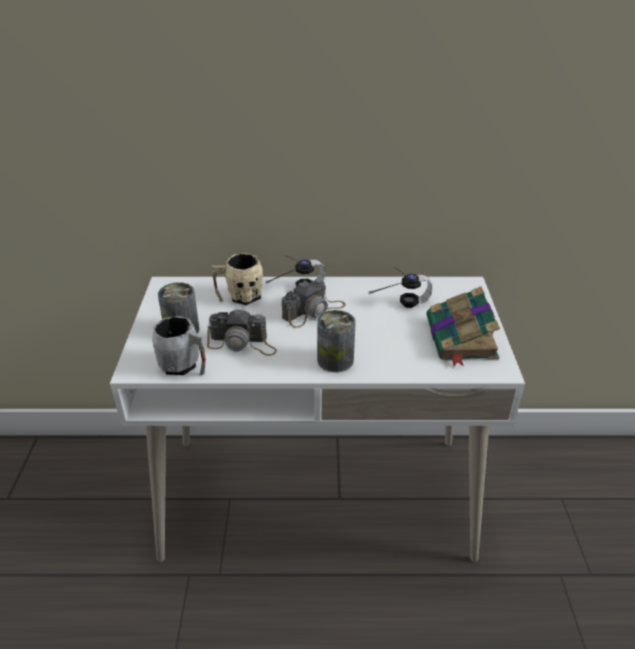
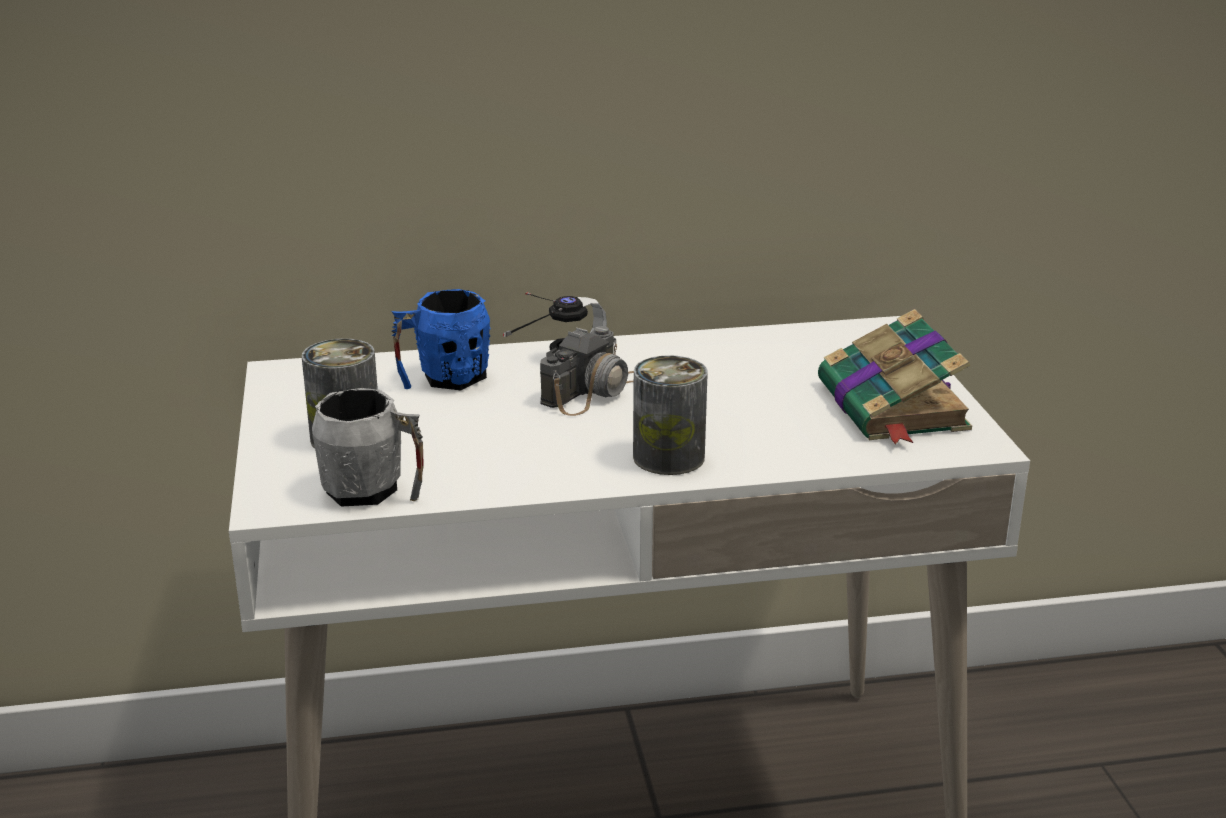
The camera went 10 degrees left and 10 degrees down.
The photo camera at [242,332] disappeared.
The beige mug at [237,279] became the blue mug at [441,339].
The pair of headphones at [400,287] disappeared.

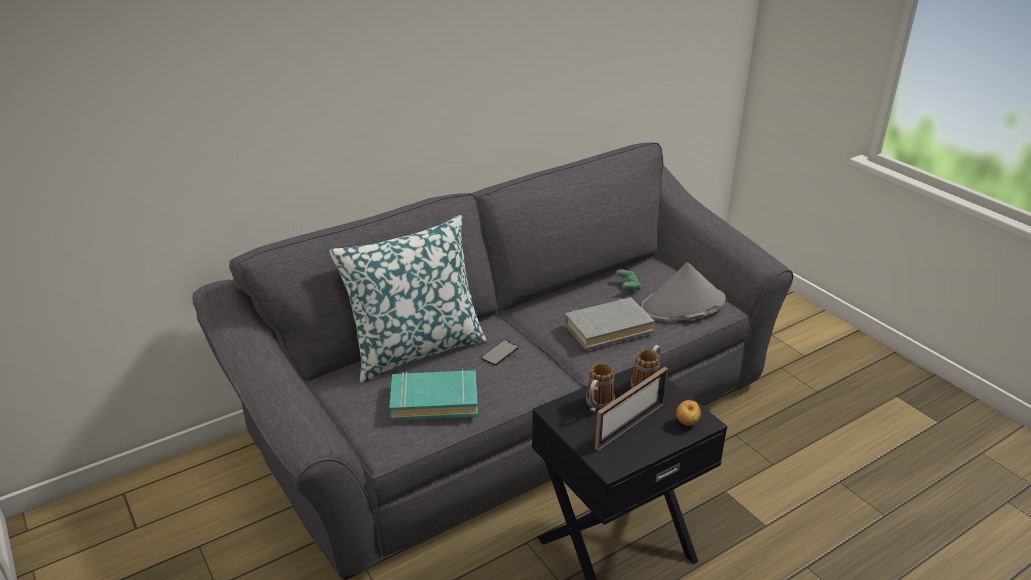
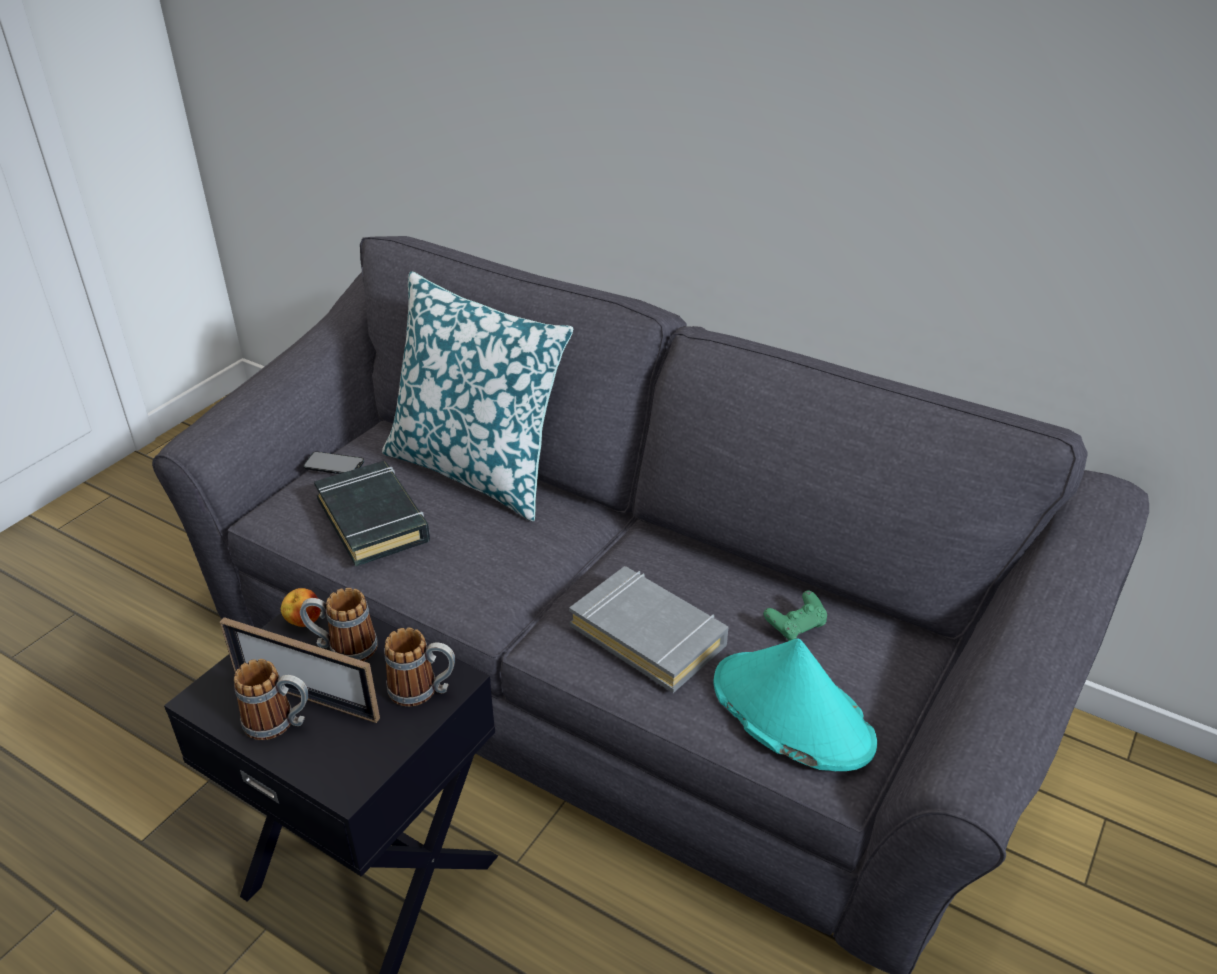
The camera went 65 degrees right and 5 degrees up.
The turquoise bound book at [433,395] became the black-coloured bound book at [372,513].
The telephone moved from [500,352] to [333,462].
The gray wearable hat at [683,292] became the turquoise wearable hat at [795,704].
The apple fruit moved from [688,413] to [300,607].
The mug at [271,699] appeared.

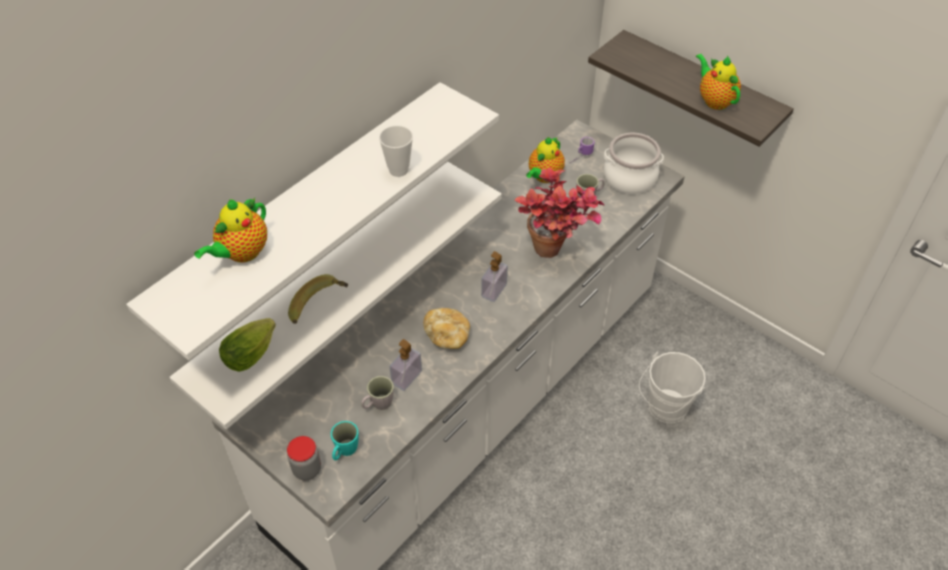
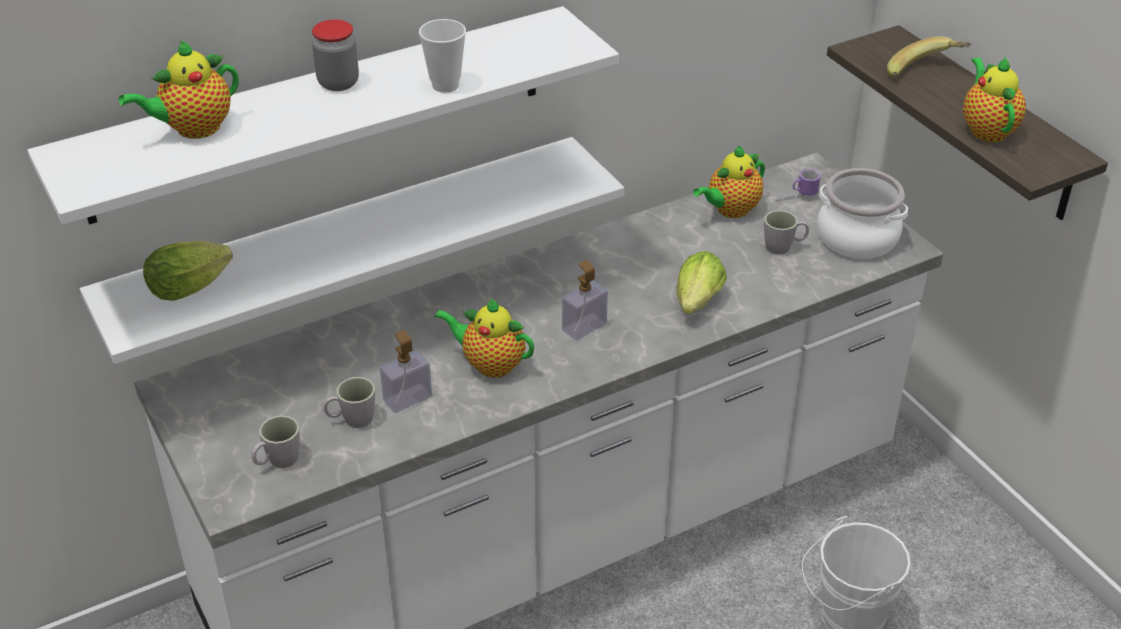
The camera went 20 degrees right and 10 degrees down.
The jar moved from [304,458] to [335,55].
The banana moved from [318,299] to [929,57].
The turquoise mug at [345,440] became the gray mug at [276,441].
The baked bread at [446,328] was replaced by the tea pot at [484,338].
The plant in a pot at [559,212] was replaced by the lettuce head at [701,282].

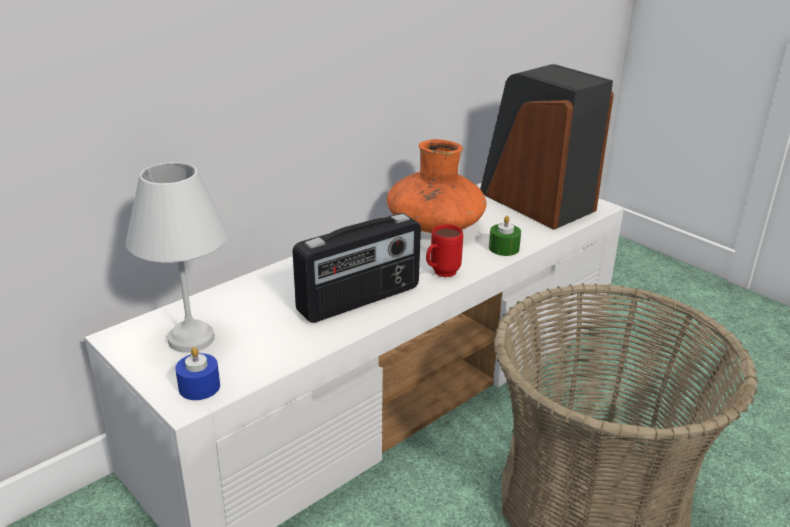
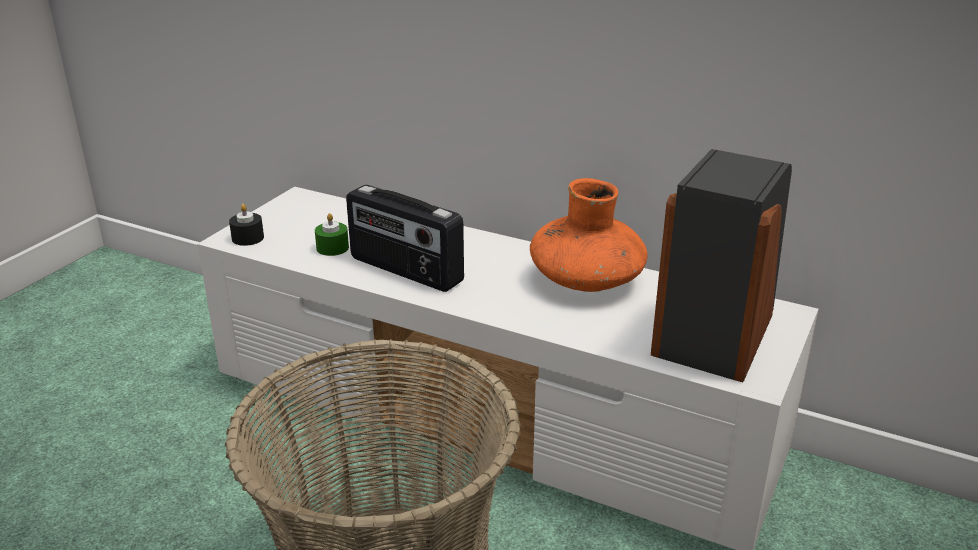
The camera went 70 degrees right and 0 degrees up.
The white-coloured lamp for a table at [177,257] disappeared.
The blue wax light at [197,373] became the black-coloured wax light at [246,225].
The red mug at [444,250] disappeared.
The green-coloured wax light moved from [505,235] to [332,234].

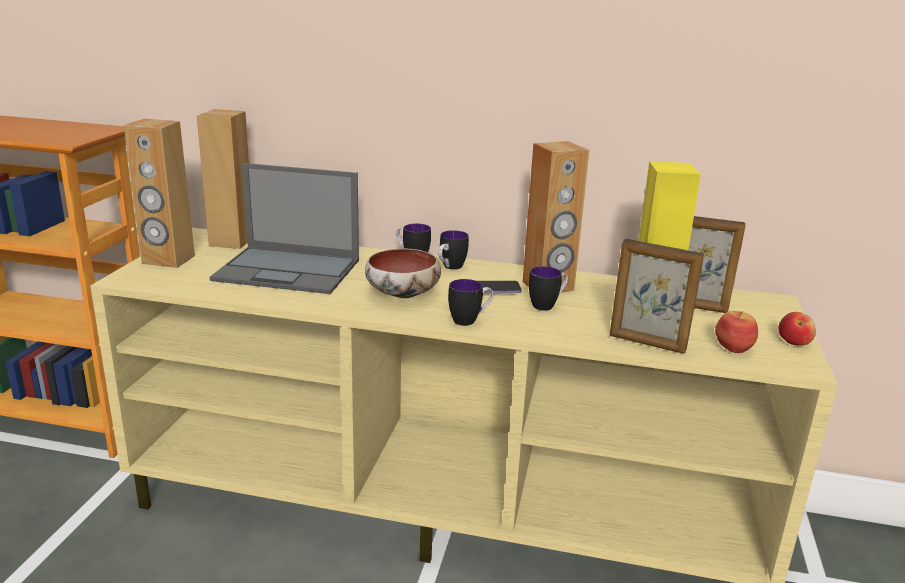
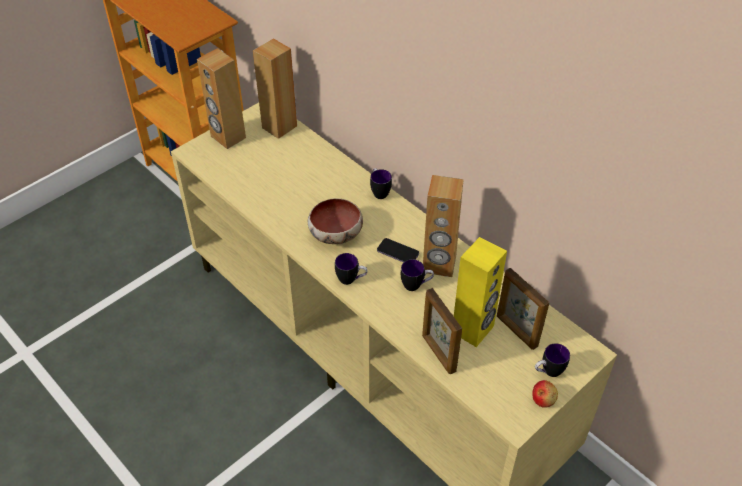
The camera went 35 degrees right and 25 degrees up.
The portable computer at [284,228] disappeared.
The mug moved from [453,250] to [552,360].
The apple fruit at [736,332] disappeared.

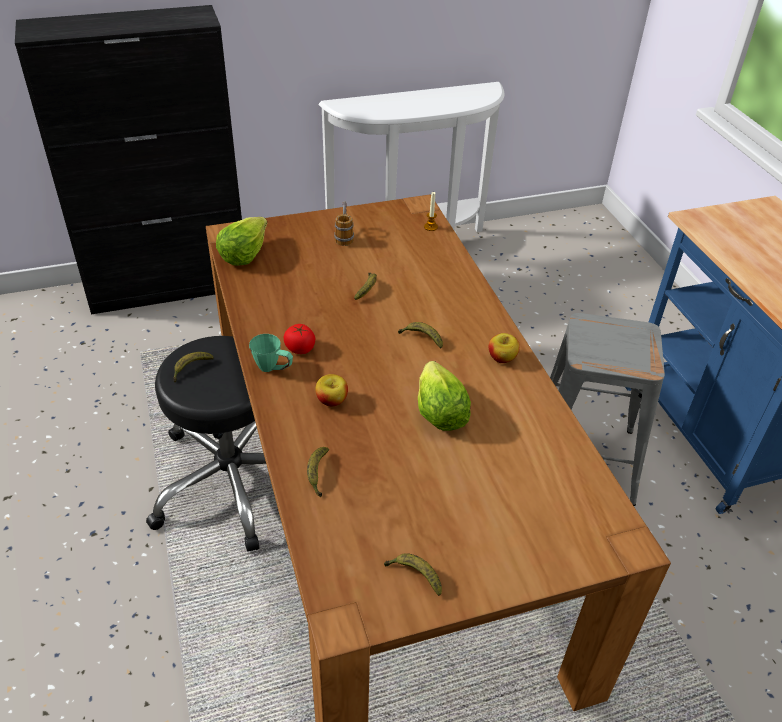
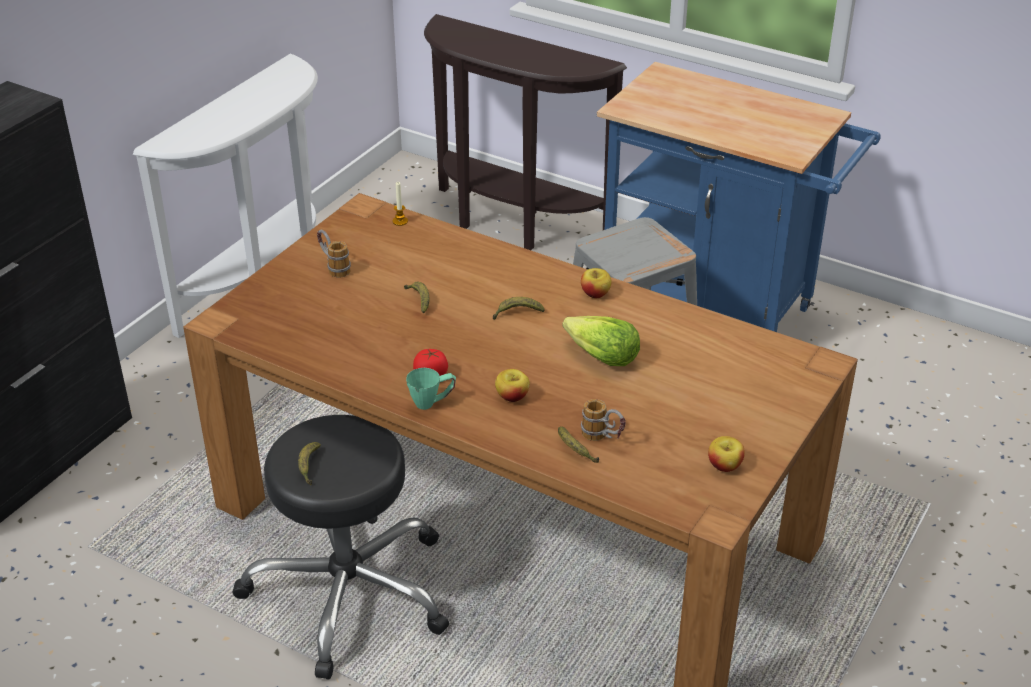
The camera went 40 degrees left and 5 degrees down.
The lettuce head at [241,241] disappeared.
The banana at [413,574] was replaced by the apple fruit at [726,454].
The brownish hall table at [525,132] appeared.
The mug at [603,420] appeared.

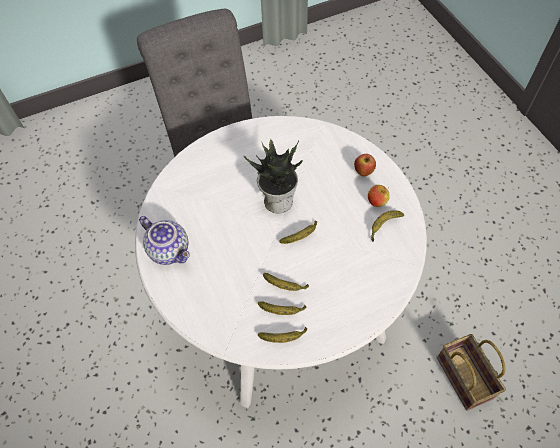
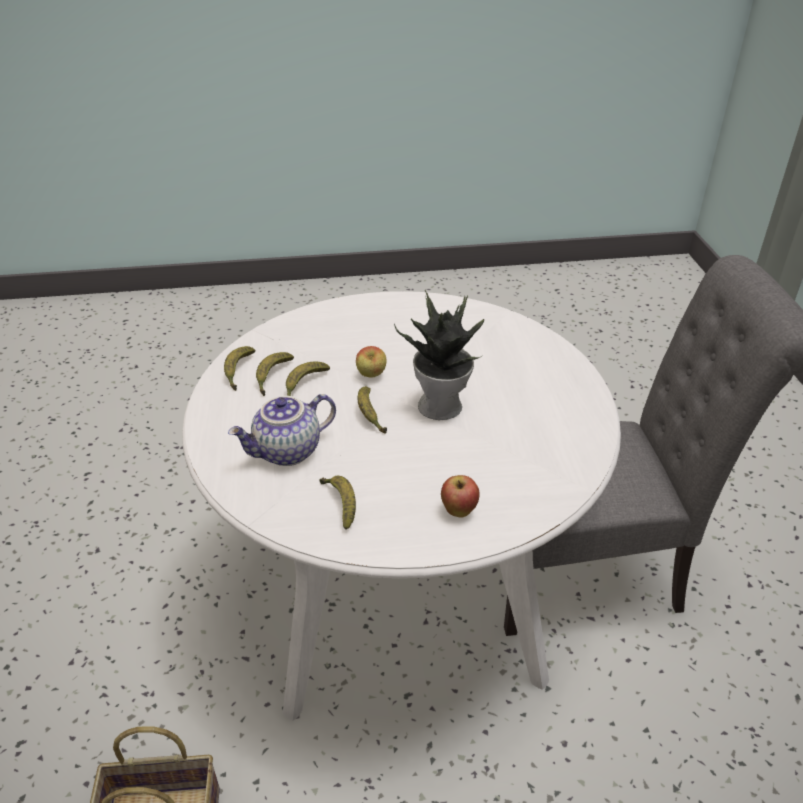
The camera went 105 degrees right and 20 degrees down.
The tea pot moved from [164,240] to [282,430].
The apple fruit moved from [379,196] to [371,362].

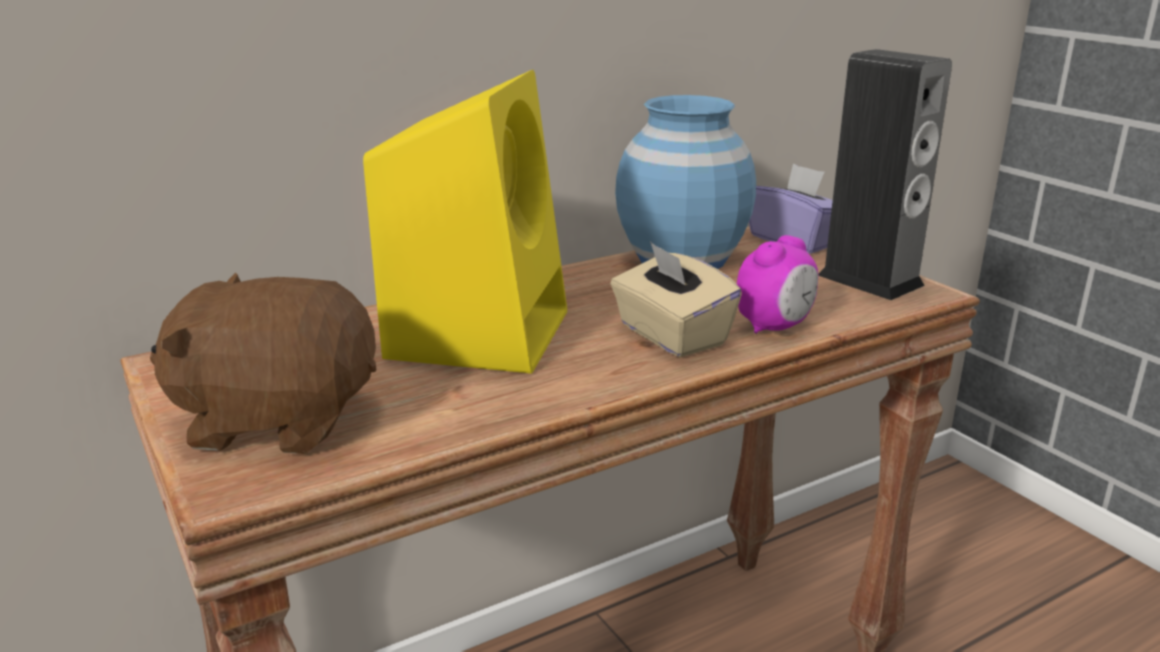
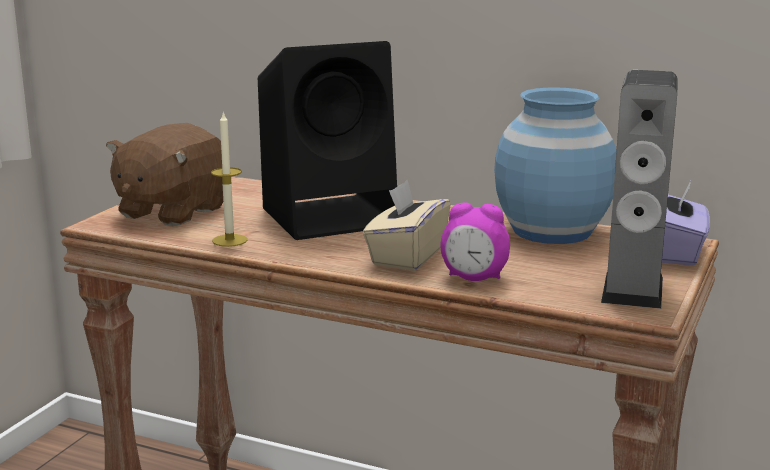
The camera went 55 degrees right and 5 degrees down.
The brownish cuddly toy at [263,363] turned 120 degrees counterclockwise.
The yellowish audio speaker at [465,222] became the black-coloured audio speaker at [327,140].
The wax light at [229,179] appeared.

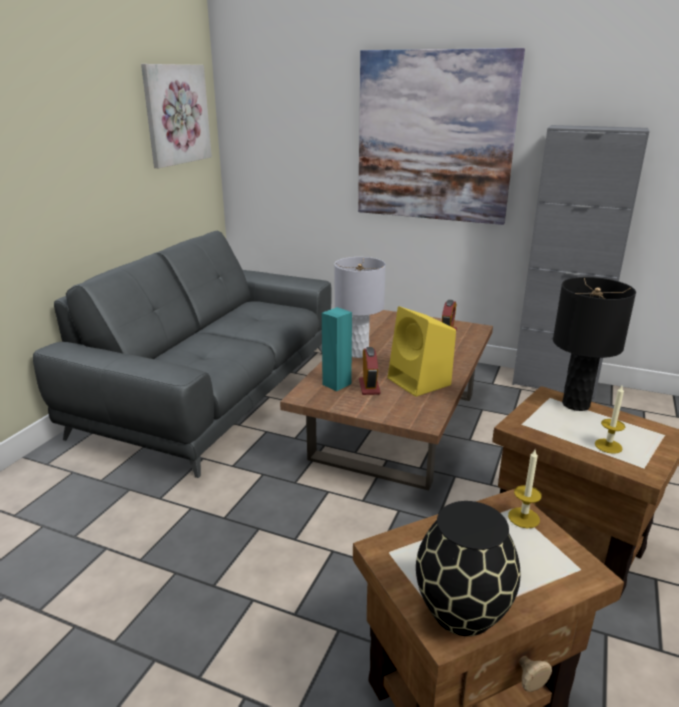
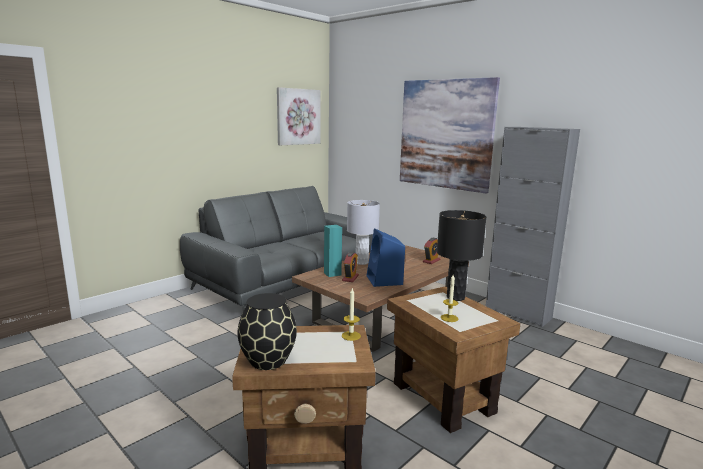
The camera went 20 degrees right and 10 degrees down.
The yellowish audio speaker at [421,351] became the blue audio speaker at [385,257].

